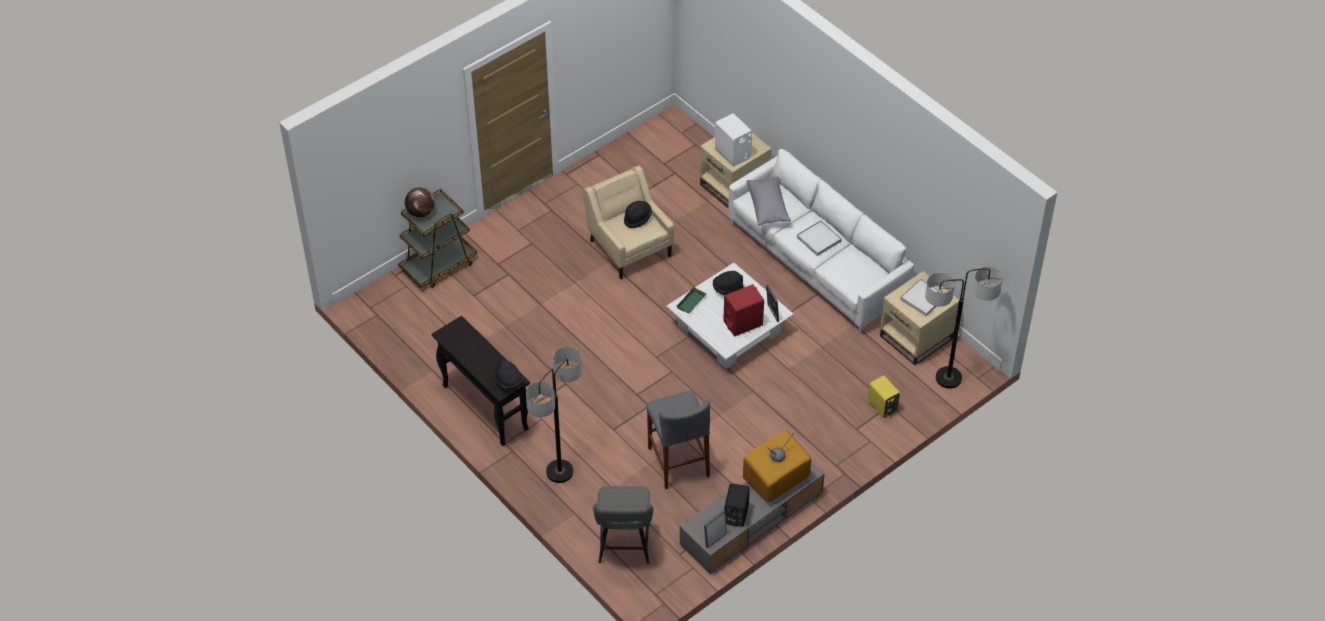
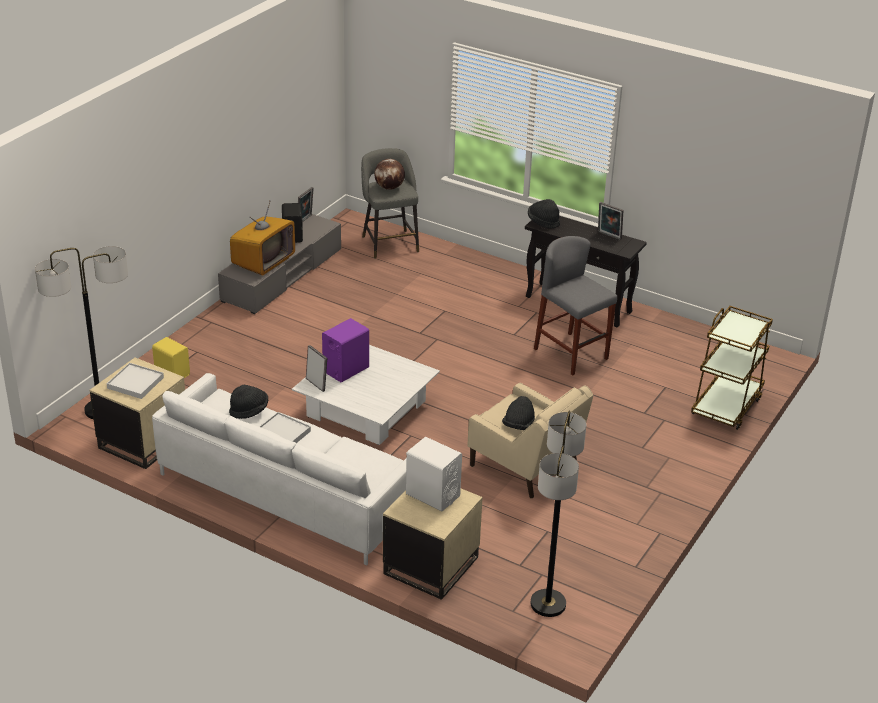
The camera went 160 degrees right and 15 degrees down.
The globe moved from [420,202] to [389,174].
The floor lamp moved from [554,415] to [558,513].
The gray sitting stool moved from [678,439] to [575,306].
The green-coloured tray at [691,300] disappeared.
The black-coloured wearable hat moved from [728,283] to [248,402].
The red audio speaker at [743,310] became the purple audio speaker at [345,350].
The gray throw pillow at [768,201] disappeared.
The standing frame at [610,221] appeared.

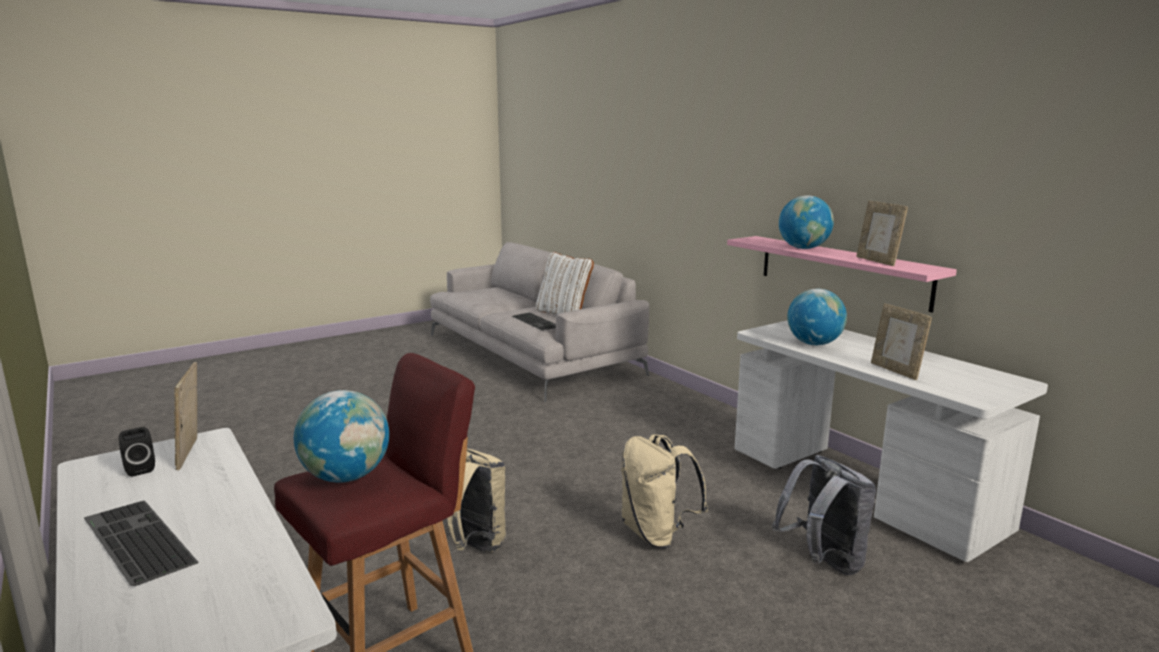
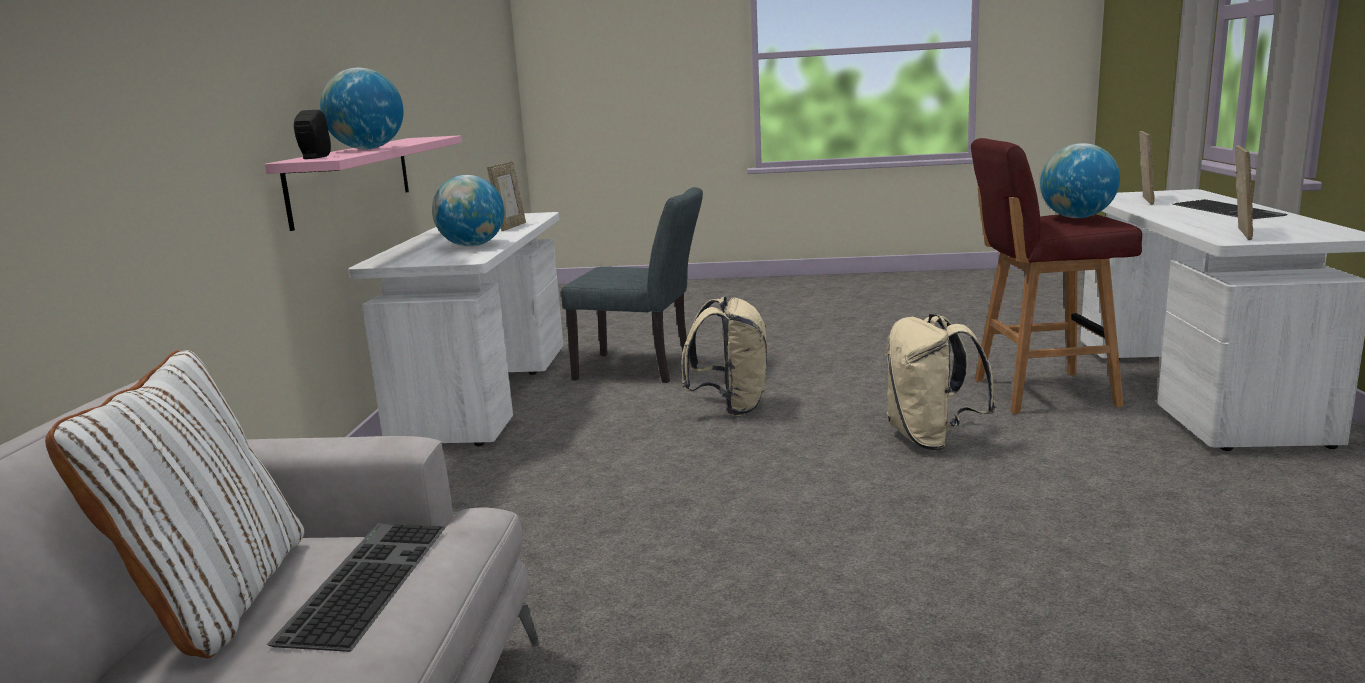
The camera went 140 degrees left and 0 degrees up.
The black-coloured audio speaker moved from [137,452] to [312,134].
The gray backpack at [824,515] was replaced by the gray chair at [632,285].
The standing frame moved from [882,233] to [1147,168].

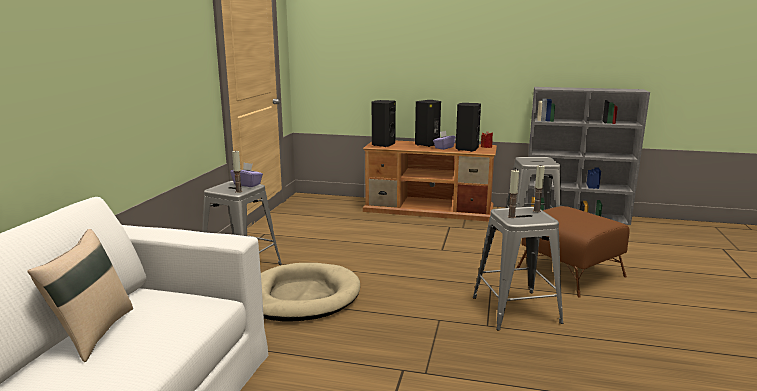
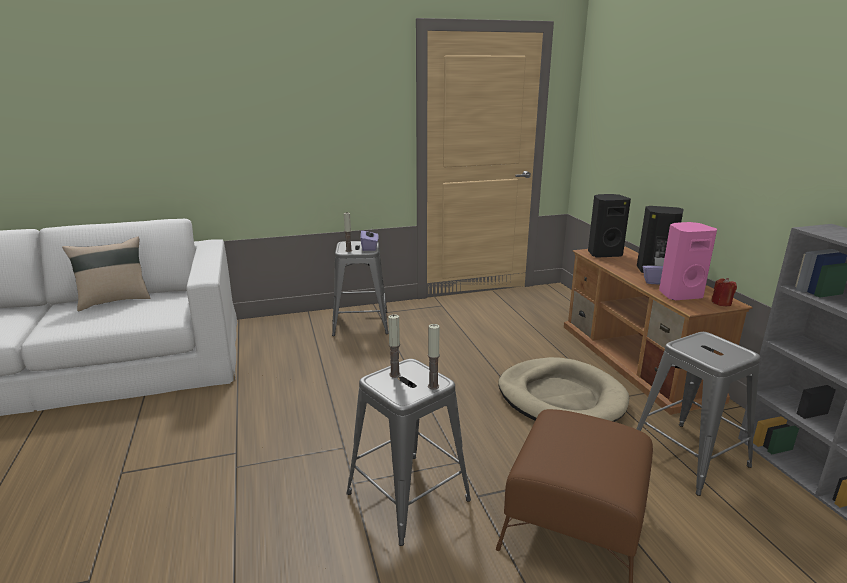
The camera went 60 degrees right and 5 degrees up.
The beige pet bed moved from [310,292] to [563,389].
The black-coloured audio speaker at [468,127] became the pink audio speaker at [688,261].

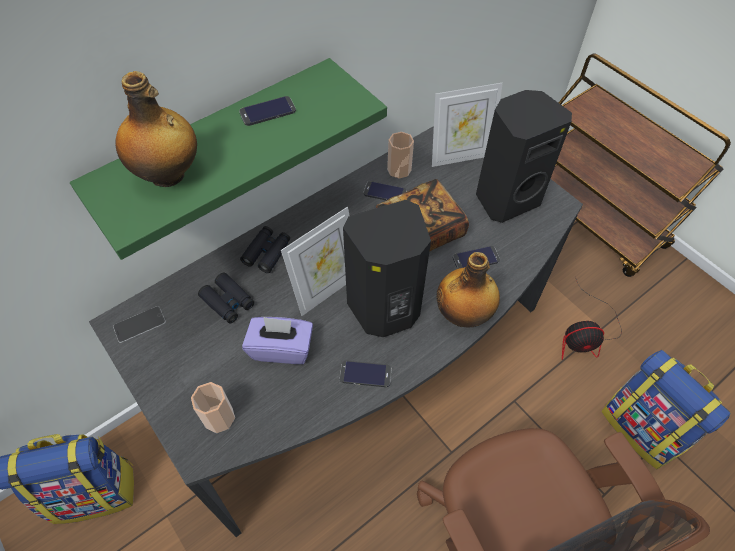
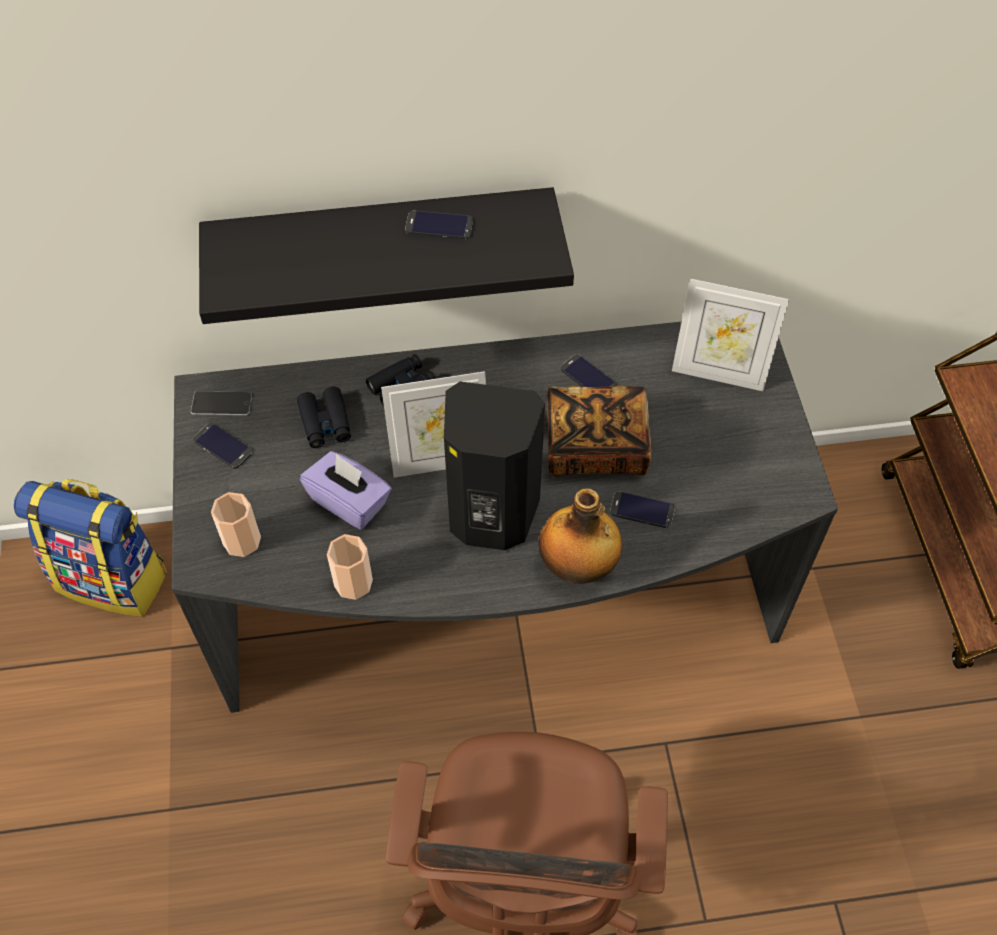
The camera went 30 degrees right and 0 degrees up.
The green-coloured bracket shelf at [228,159] became the black-coloured bracket shelf at [386,255].
The drink bottle at [156,129] disappeared.
The telephone moved from [366,374] to [223,445].
The drinking cup moved from [400,155] to [350,567].
The black-coloured audio speaker at [524,156] disappeared.
The cooling fan at [592,318] disappeared.
The backpack at [666,409] disappeared.

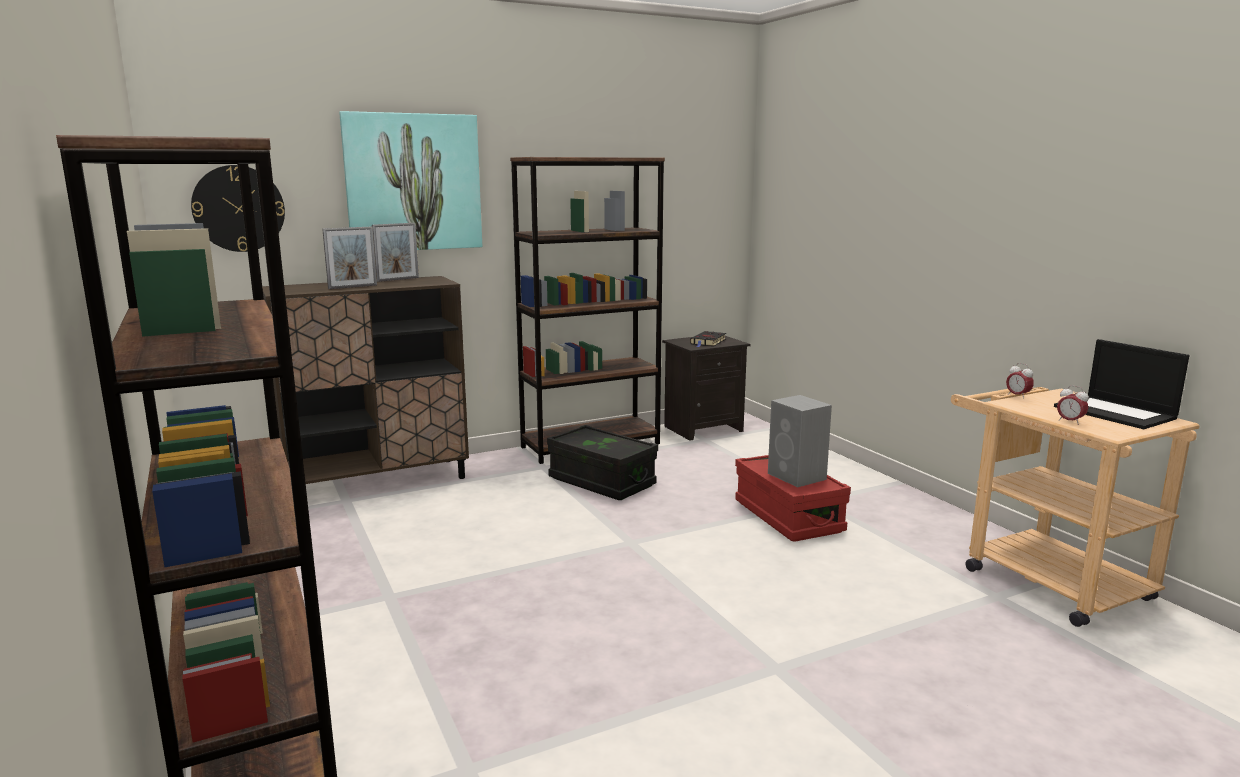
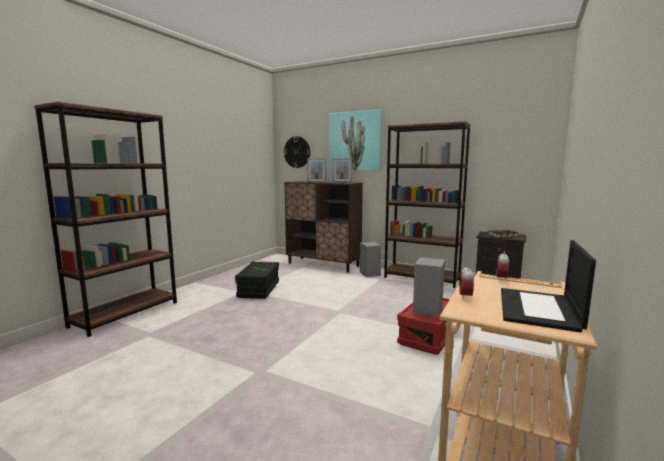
The camera went 55 degrees right and 5 degrees down.
The black-coloured storage box moved from [602,462] to [257,280].
The gray audio speaker at [370,259] appeared.

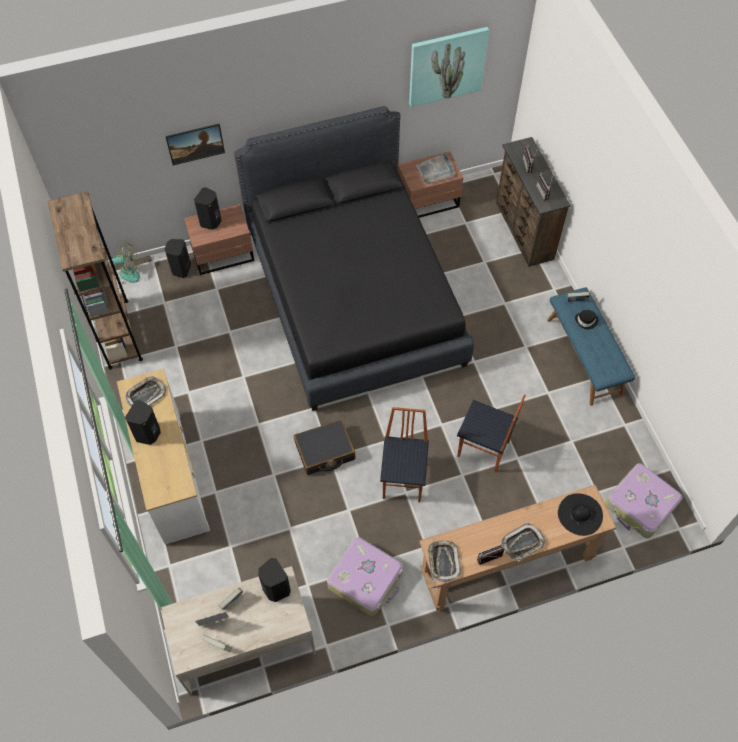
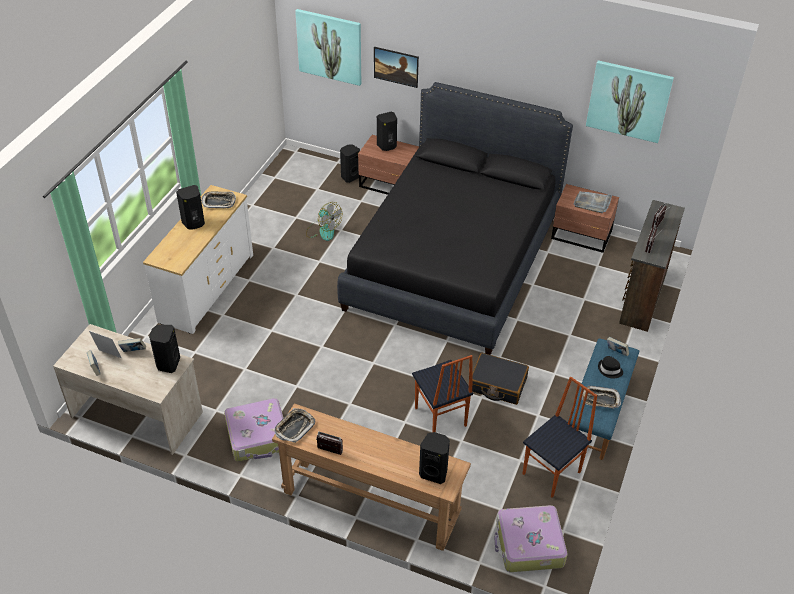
The camera went 40 degrees right and 15 degrees down.
The brownish bookcase at [95,280] disappeared.
The cooling fan moved from [125,265] to [324,221].
The black-coloured piece of luggage moved from [325,447] to [500,379].
The chair moved from [404,454] to [559,437].
The tray moved from [523,542] to [601,397].
The black-coloured wearable hat at [580,514] was replaced by the black-coloured audio speaker at [434,458].
The wall art at [328,47] appeared.

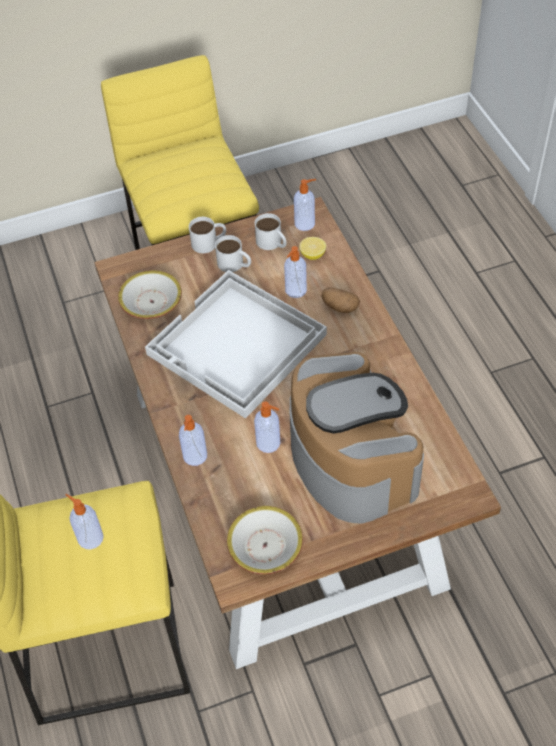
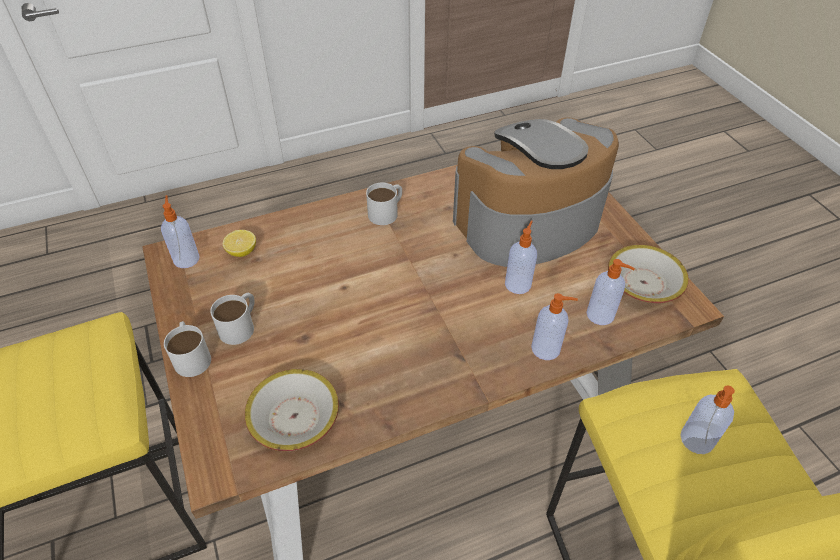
The camera went 95 degrees left and 5 degrees down.
The white-coloured tray at [236,344] disappeared.
The white-coloured mug moved from [271,231] to [384,204].
The soap bottle moved from [295,272] to [610,292].
The potato at [341,300] disappeared.

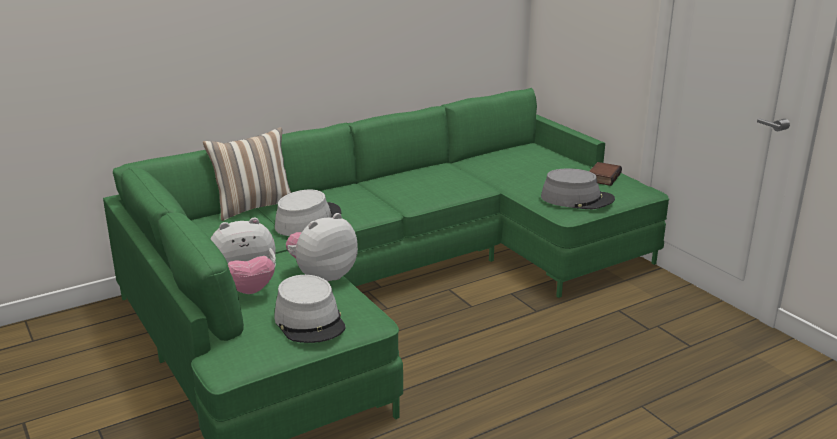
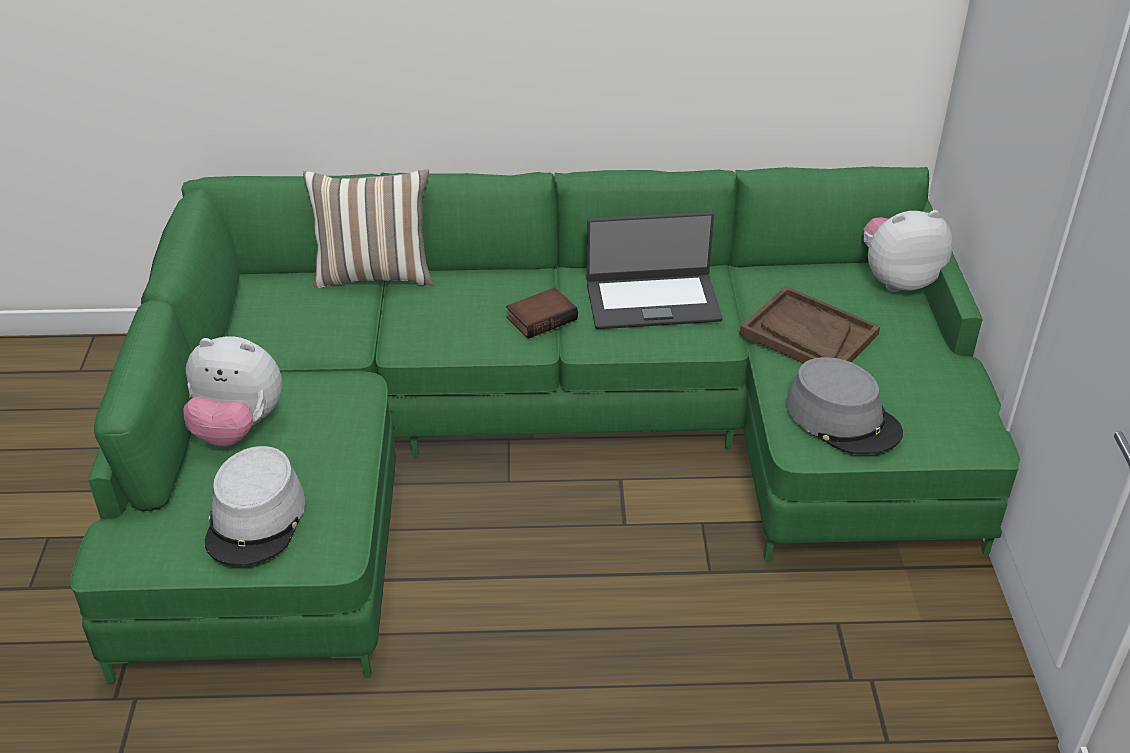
The camera went 30 degrees right and 15 degrees up.
The gray wearable hat at [308,213] disappeared.
The cuddly toy moved from [322,247] to [908,251].
The bound book moved from [605,174] to [542,313].
The portable computer at [655,270] appeared.
The brownish tray at [810,324] appeared.

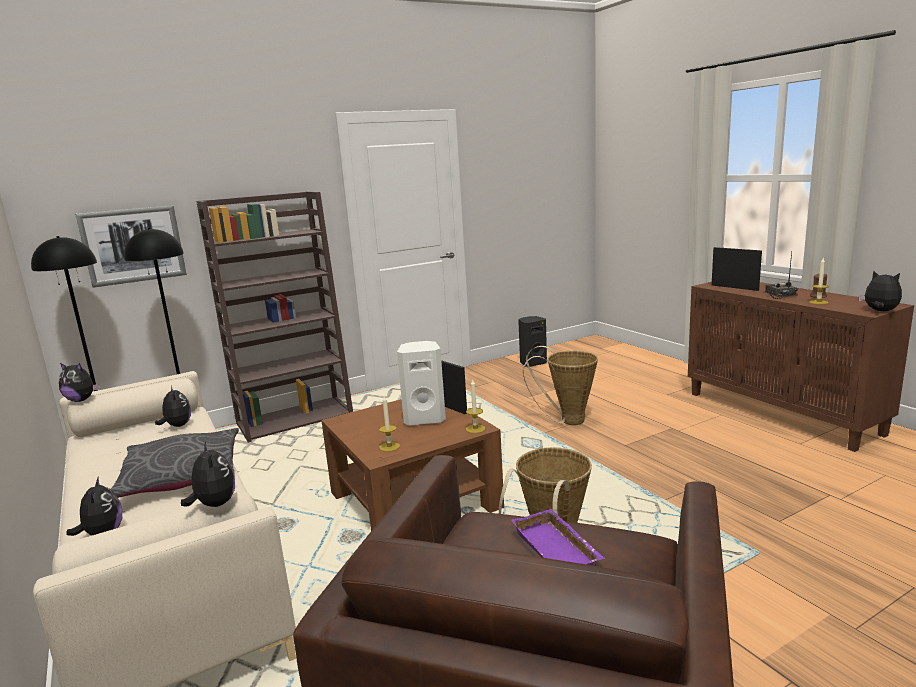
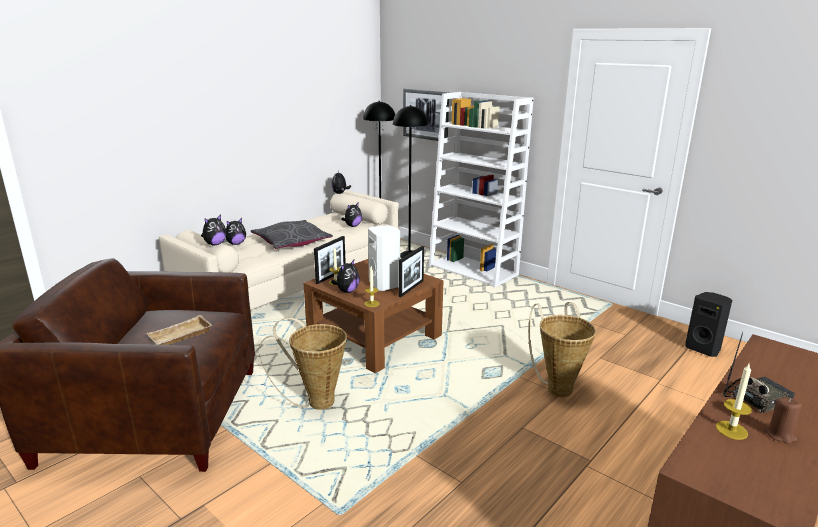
The camera went 70 degrees right and 5 degrees up.
The brownish bookcase at [274,317] became the white-coloured bookcase at [481,190].
The purple tray at [558,537] became the beige tray at [179,330].
The standing frame moved from [737,269] to [330,260].
The cuddly toy moved from [880,291] to [345,276].

